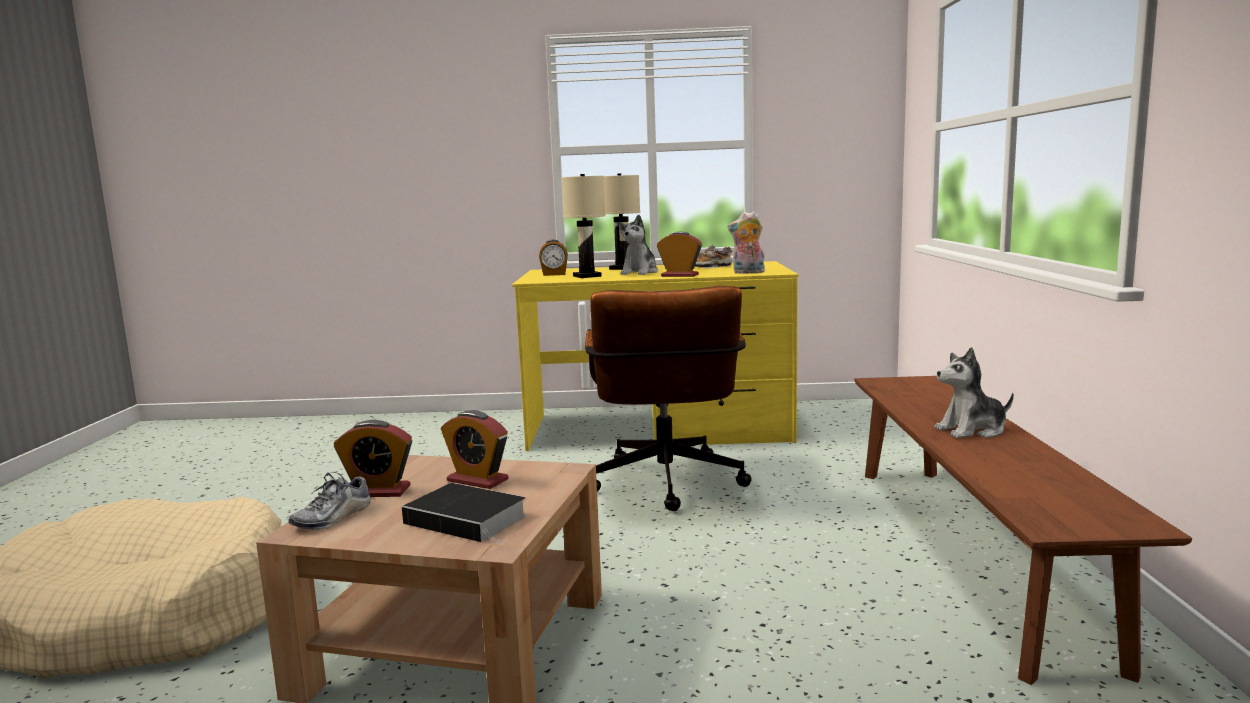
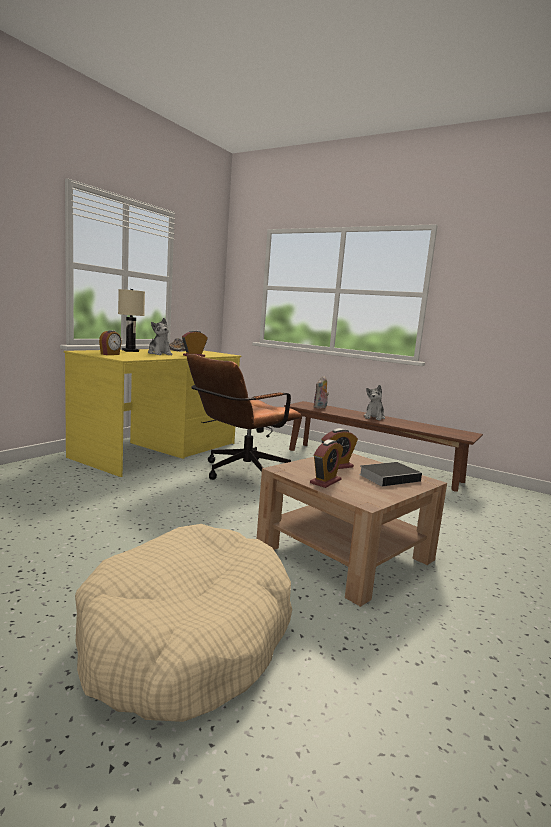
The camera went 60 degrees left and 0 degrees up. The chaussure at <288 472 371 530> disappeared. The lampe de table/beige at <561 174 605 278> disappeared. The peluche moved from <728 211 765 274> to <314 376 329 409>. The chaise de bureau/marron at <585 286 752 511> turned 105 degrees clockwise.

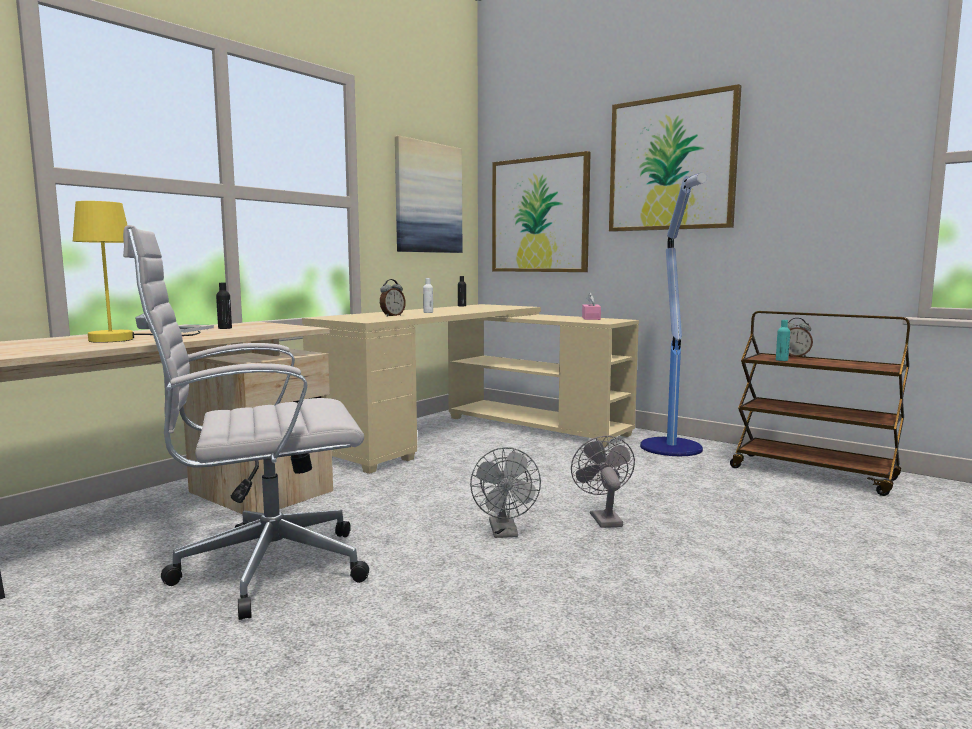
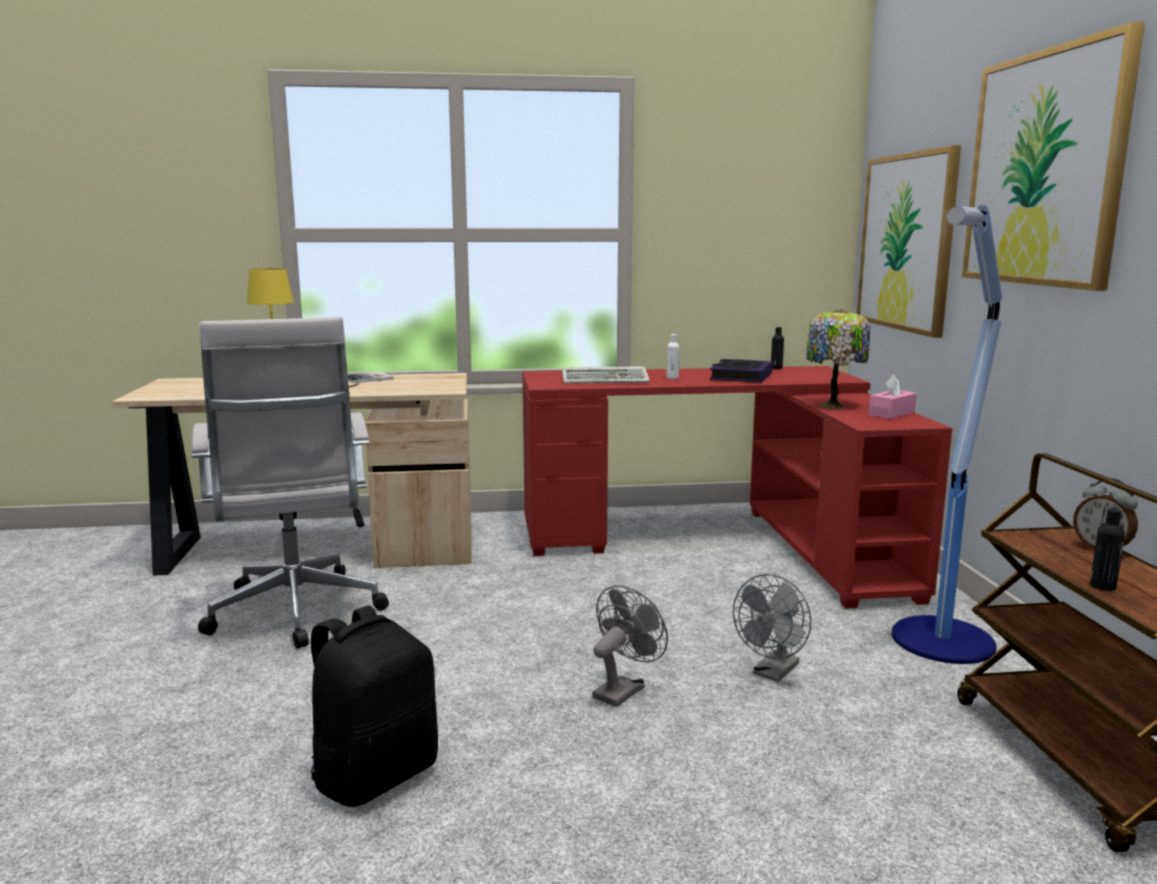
The camera went 45 degrees right and 5 degrees up. The tableau at <395 136 462 253> disappeared. The bouteille/turquoise at <776 320 790 361> disappeared. The sac à dos/noir at <311 606 438 807> appeared. The livre at <710 359 773 383> appeared. The lampe de table at <806 309 871 408> appeared. The bouteille/noir moved from <216 283 232 329> to <1090 508 1125 591>. The ventilateur/gris moved from <470 447 541 538> to <733 574 812 682>. The réveil at <380 279 406 317> was replaced by the clavier at <562 366 650 384>. The bureau/beige at <302 304 639 474> became the bureau/rouge at <522 366 952 609>. The chaise de bureau/blanc at <123 225 369 620> turned 135 degrees counterclockwise.

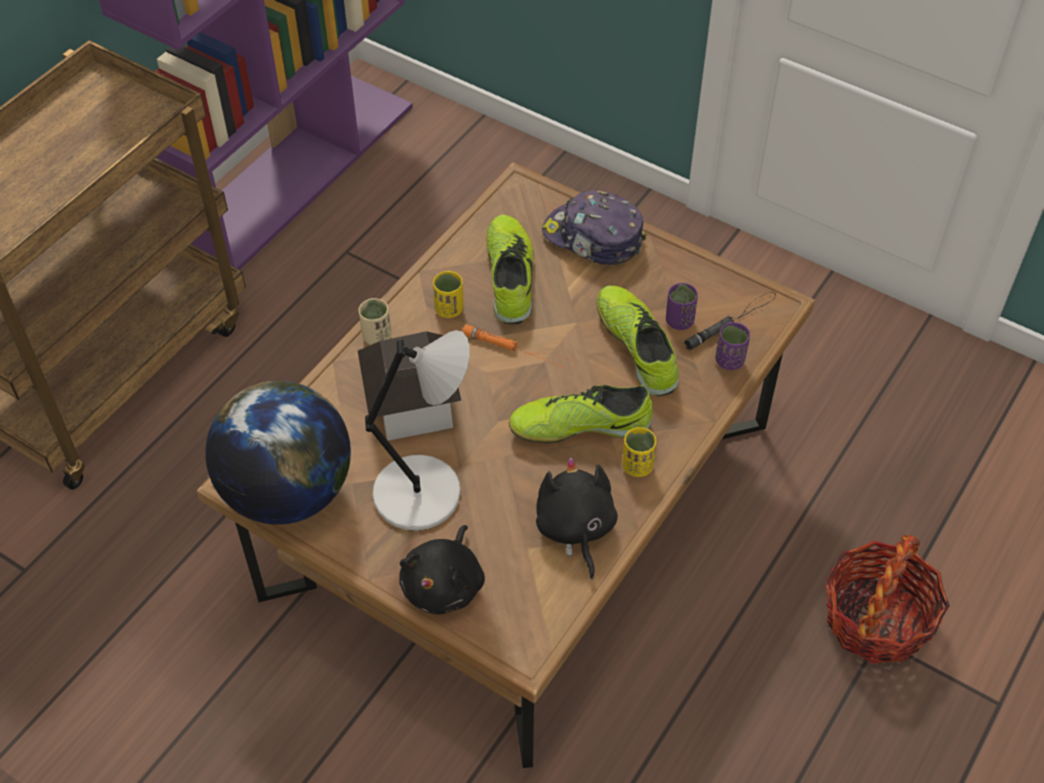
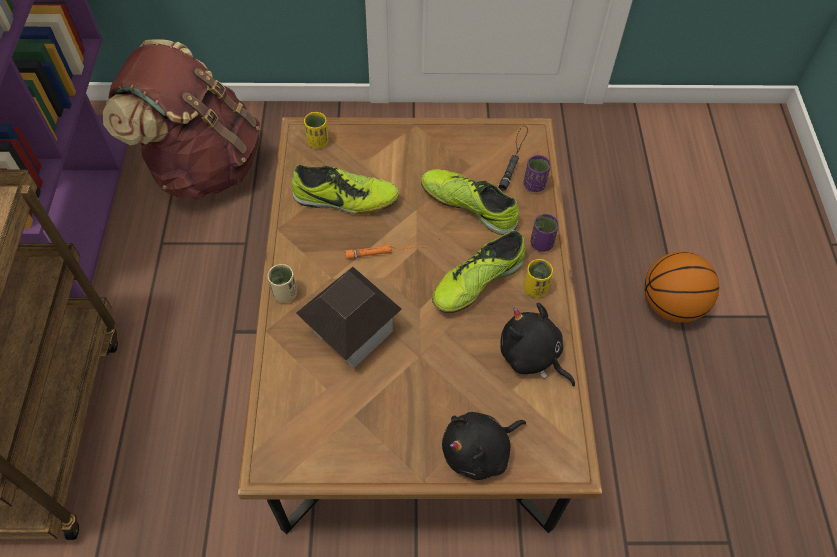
The camera went 35 degrees left and 5 degrees up. The globe at <205 381 351 525> disappeared. The lampe de table/gris at <365 330 470 531> disappeared. The casquette at <542 190 646 265> disappeared. The sac à dos/marron at <103 39 260 199> appeared. The tasse/jaune moved from <433 271 463 318> to <304 112 328 148>. The tasse/violet moved from <666 283 698 330> to <531 214 559 252>. The panier at <826 535 950 664> was replaced by the ballon de basket at <644 251 719 323>. The peluche/noir at <399 525 485 614> turned 75 degrees clockwise. The chaussure at <486 214 534 324> turned 135 degrees clockwise.

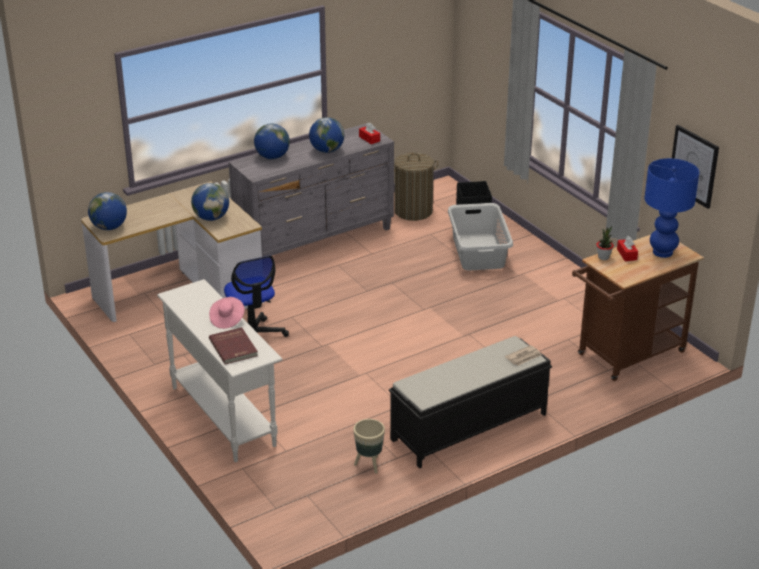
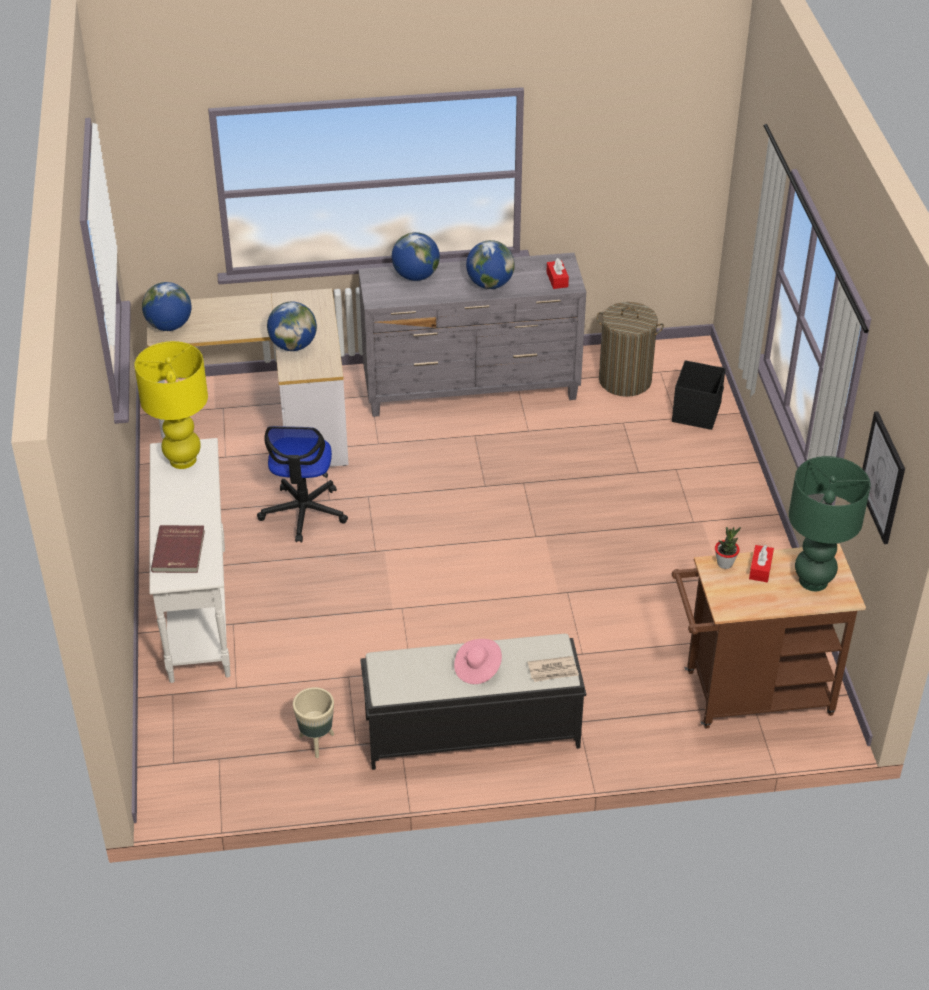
The camera went 25 degrees right and 10 degrees up. The panier à linge/gris at <448 203 513 271> disappeared. The lampe de table/jaune at <134 341 208 469> appeared. The chapeau/rose moved from <209 297 245 329> to <454 639 502 684>. The lampe de table/bleu at <645 158 699 258> became the lampe de table/vert at <789 456 871 591>.

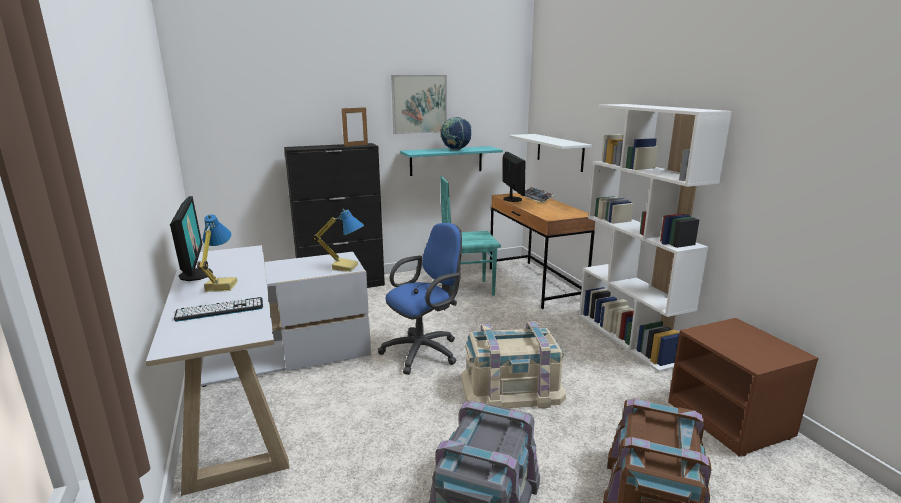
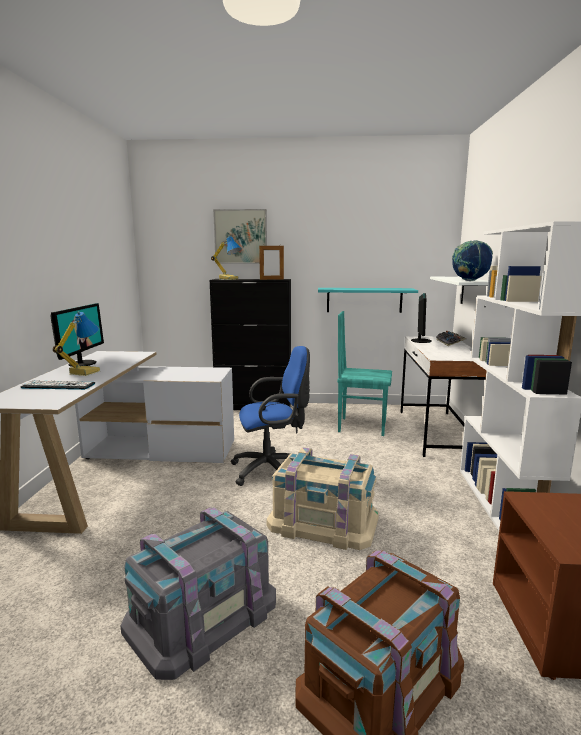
The camera went 25 degrees right and 5 degrees down. The lampe de table moved from <312 209 364 272> to <211 236 242 280>. The tableau moved from <391 75 447 134> to <213 209 267 264>. The globe moved from <441 117 471 150> to <452 240 493 281>. The bureau/marron at <490 193 595 309> became the bureau/blanc at <401 336 486 457>.

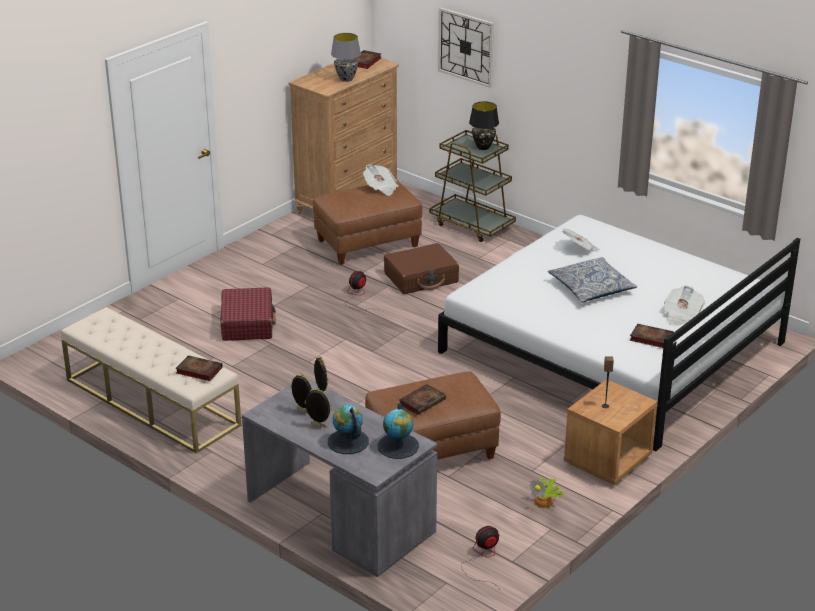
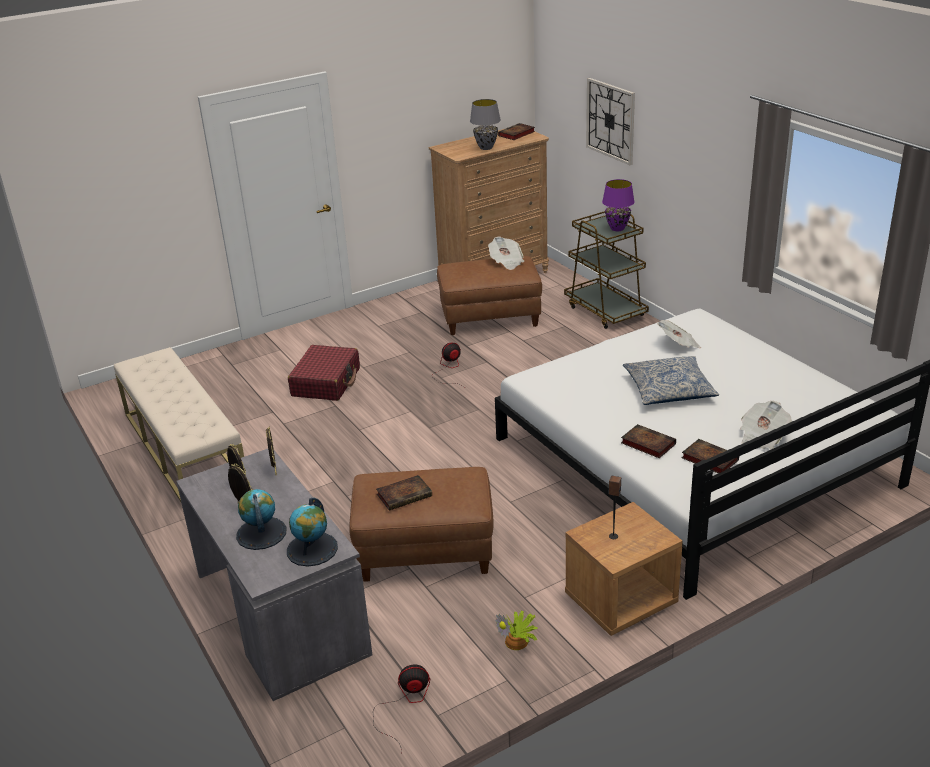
The camera went 20 degrees right and 0 degrees up. The valise/marron at <384 243 459 294> disappeared. The livre moved from <175 355 223 381> to <621 424 676 458>. The lampe de table/noir at <469 101 499 150> became the lampe de table/violet at <602 179 635 231>.

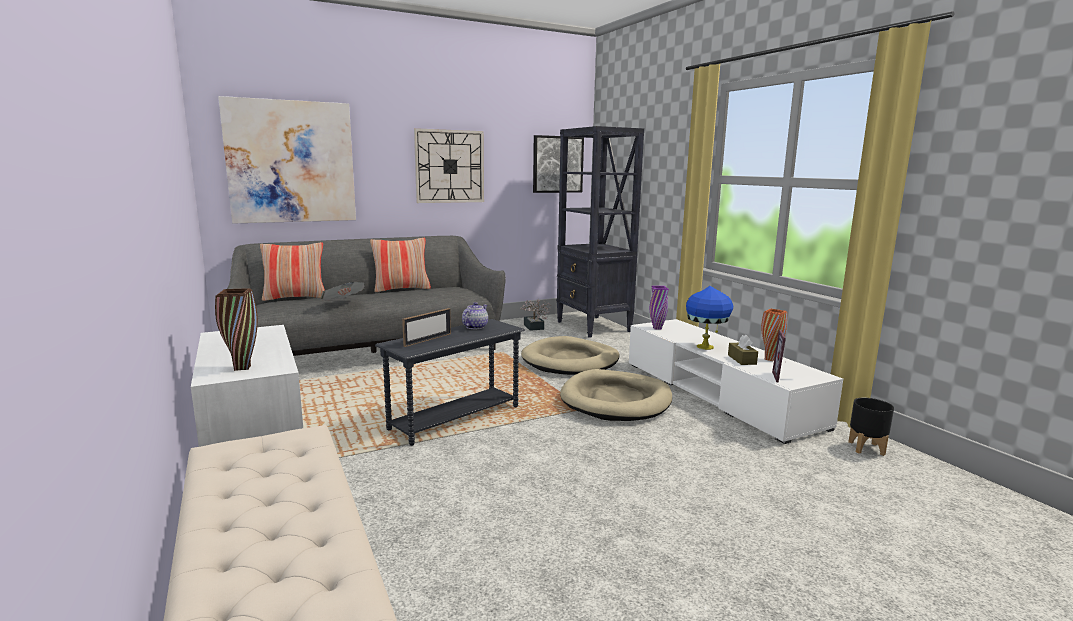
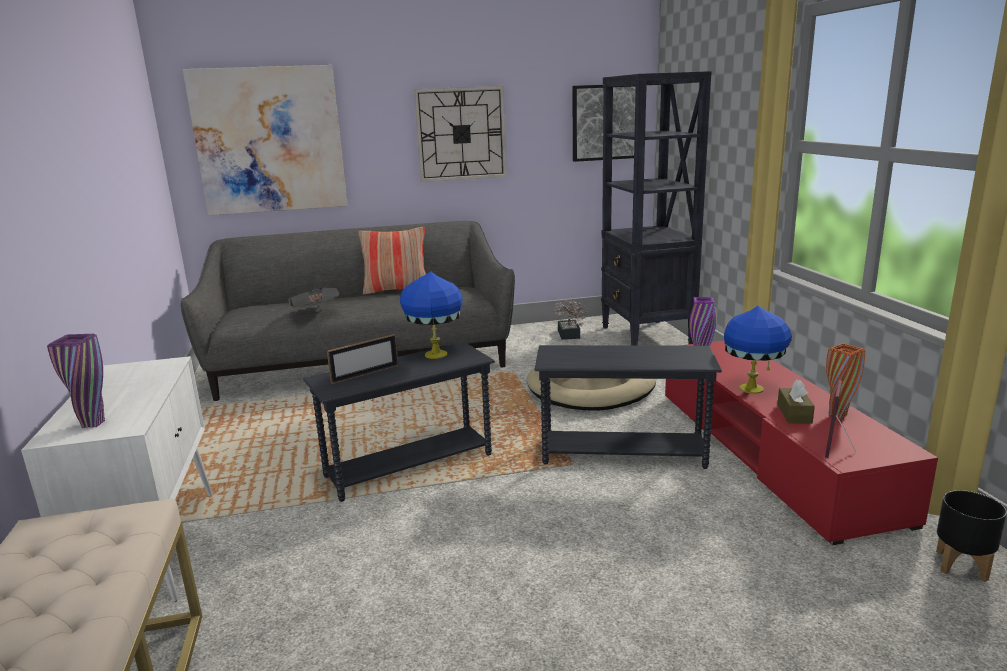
The camera went 15 degrees right and 5 degrees up. The coussin at <260 242 325 301> disappeared. The théière at <462 302 488 329> was replaced by the lampe de table/bleu at <400 272 462 359>. The panier pour chien/beige at <560 369 672 421> was replaced by the table d'appoint/gris at <534 345 722 469>. The vase/marron at <215 288 258 371> became the vase/violet at <47 334 105 428>. The meuble télé/blanc at <629 319 843 444> became the meuble télé/rouge at <665 340 938 545>.

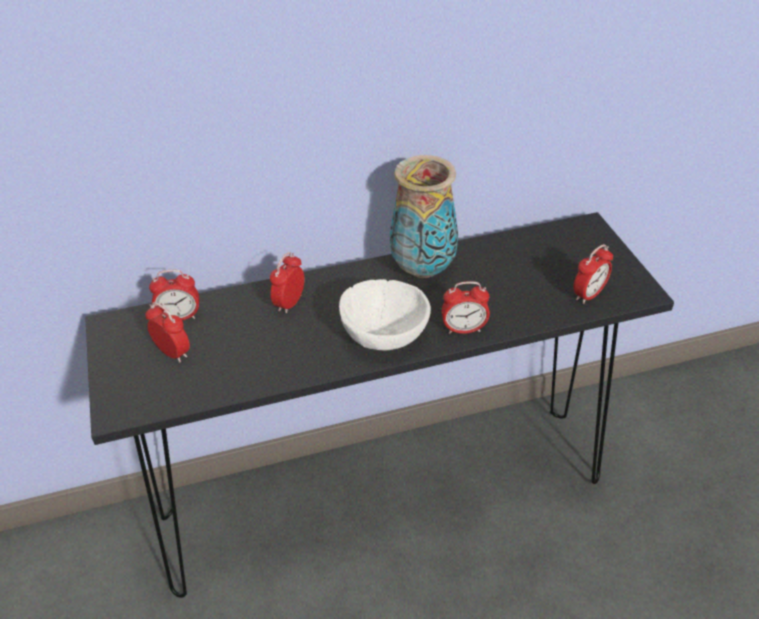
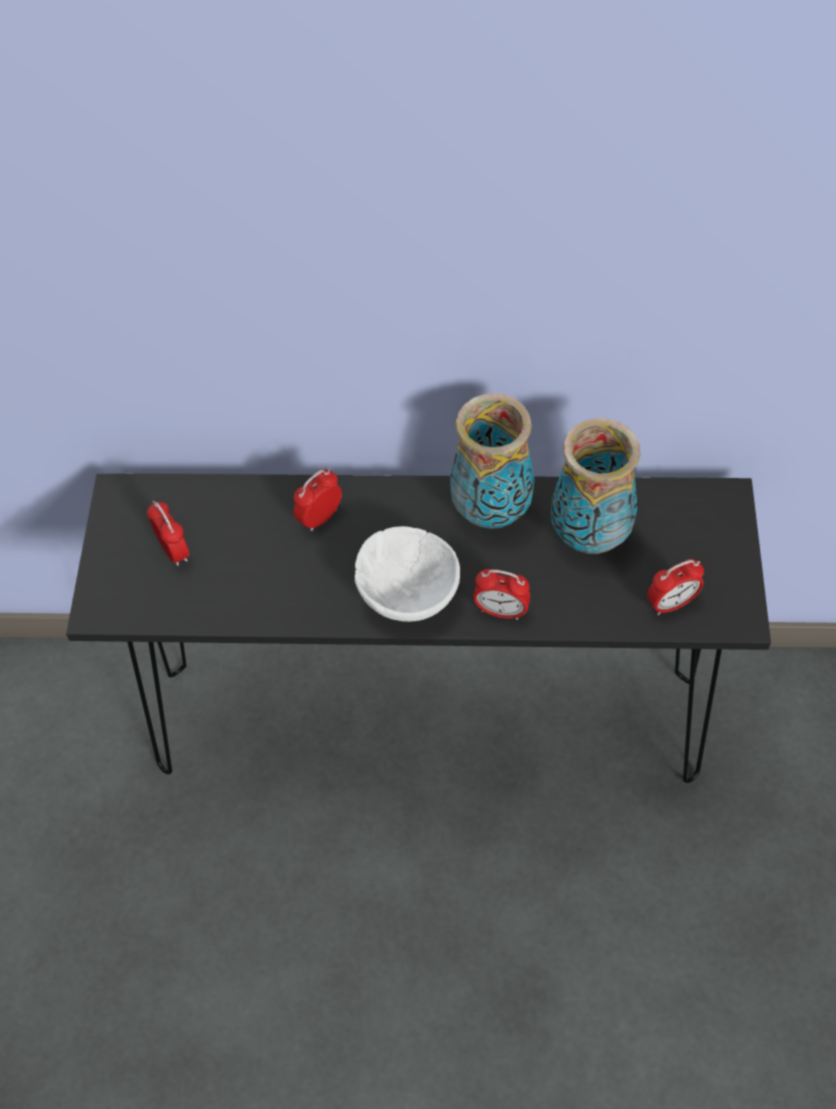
The camera went 20 degrees right and 15 degrees up. The réveil at <149 270 199 321> disappeared. The vase at <551 418 640 554> appeared.

